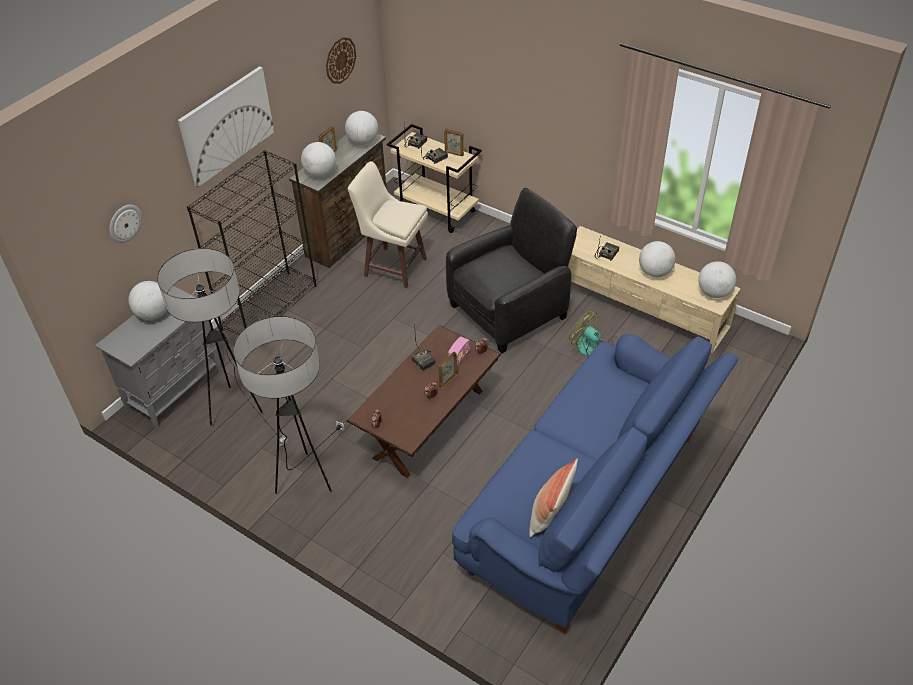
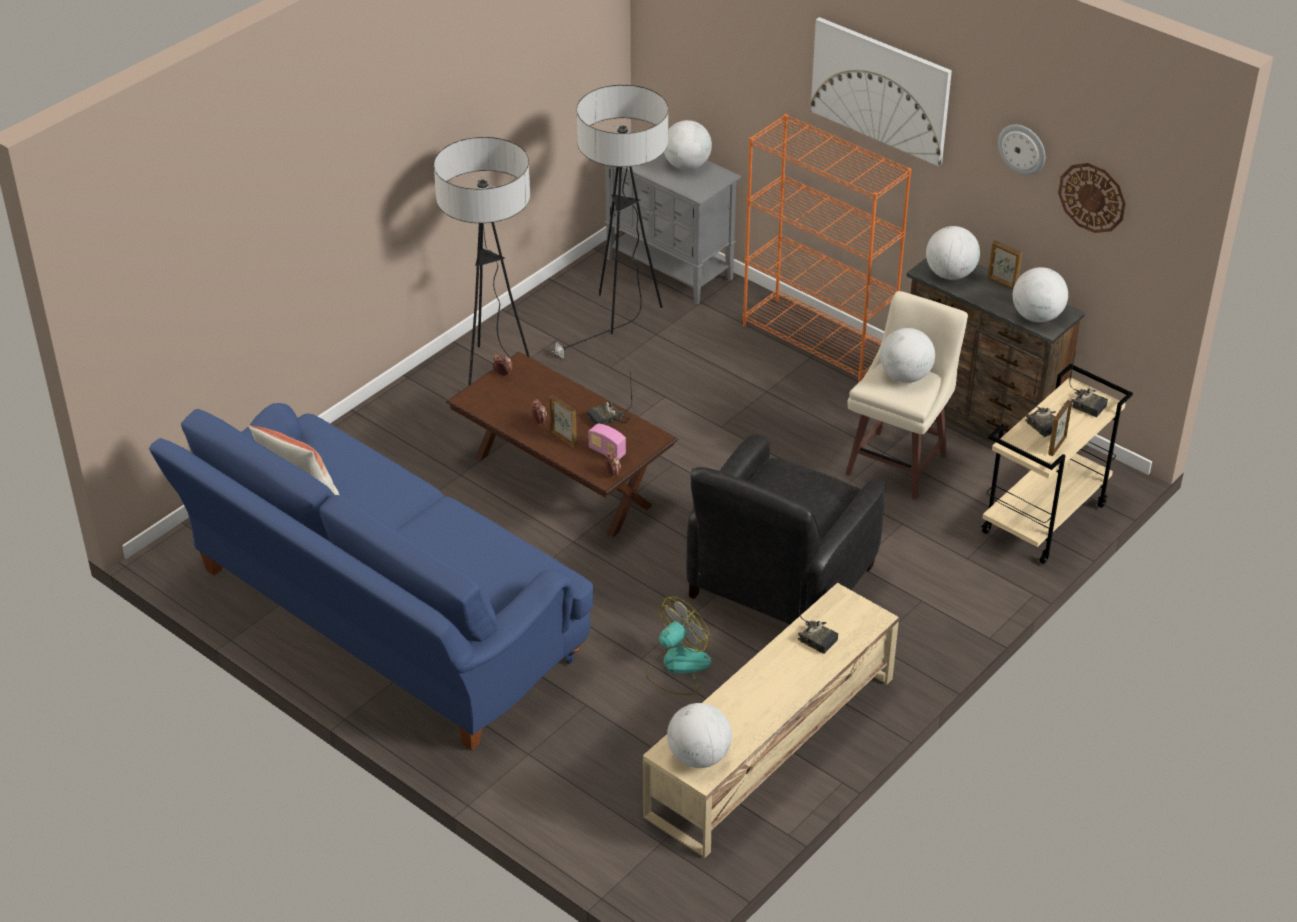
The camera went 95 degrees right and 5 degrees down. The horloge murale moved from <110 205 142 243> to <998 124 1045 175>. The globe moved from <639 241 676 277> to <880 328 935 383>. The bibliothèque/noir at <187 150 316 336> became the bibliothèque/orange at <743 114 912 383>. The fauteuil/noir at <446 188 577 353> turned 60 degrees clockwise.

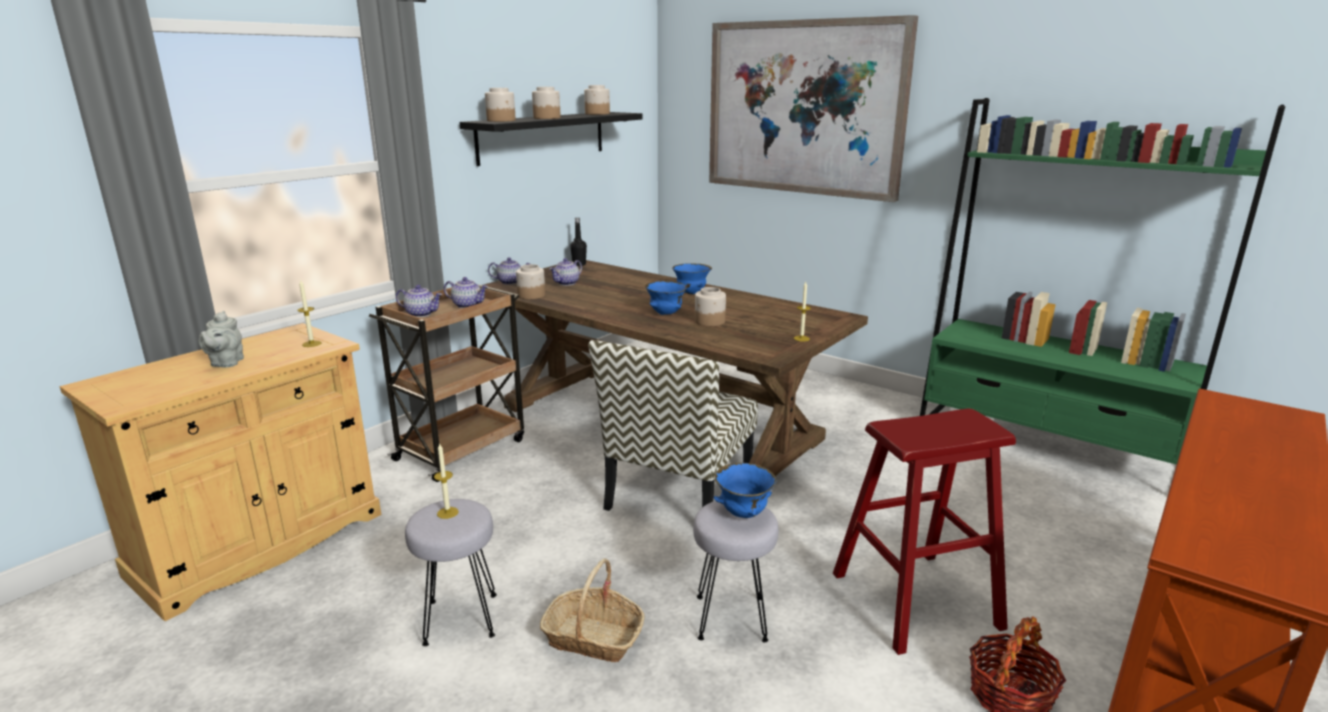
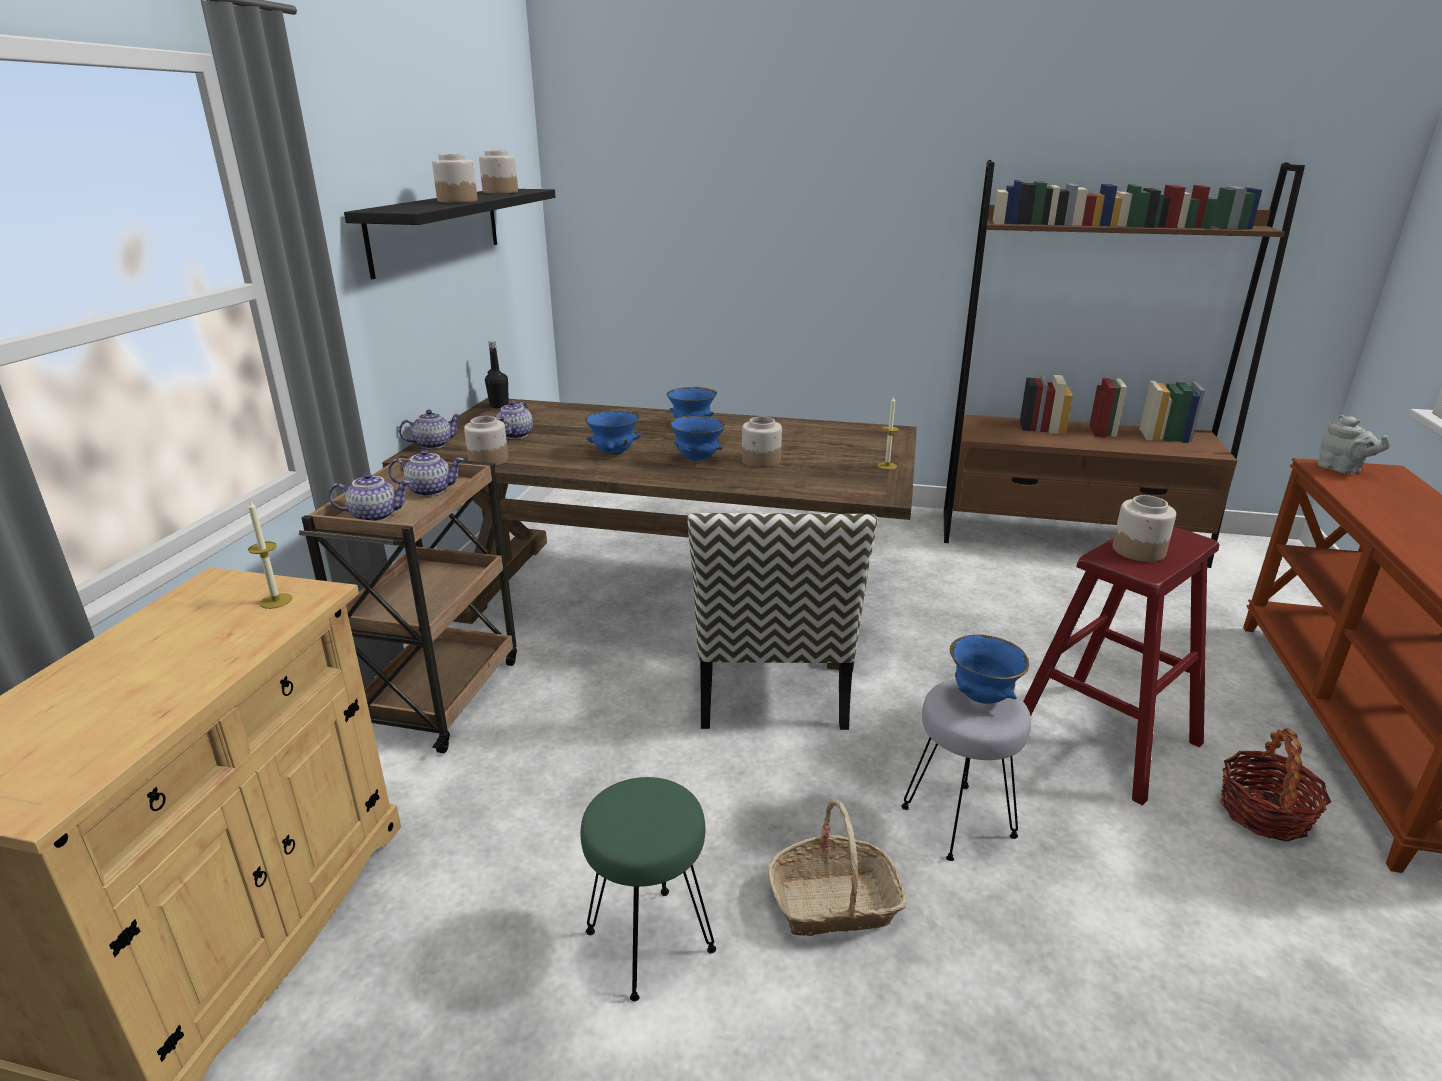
The camera went 25 degrees left and 5 degrees up. The bougie at <434 443 459 519> disappeared. The tableau at <709 15 918 202> disappeared. The bol/bleu at <585 409 641 455> appeared. The théière/gris moved from <199 311 244 368> to <1318 415 1390 474>. The bocal moved from <485 88 516 122> to <1113 495 1176 562>. The tabouret/gris at <405 499 497 646> became the tabouret/vert at <581 777 716 1001>. The bibliothèque/vert at <920 98 1285 465> became the bibliothèque/marron at <944 160 1305 568>.

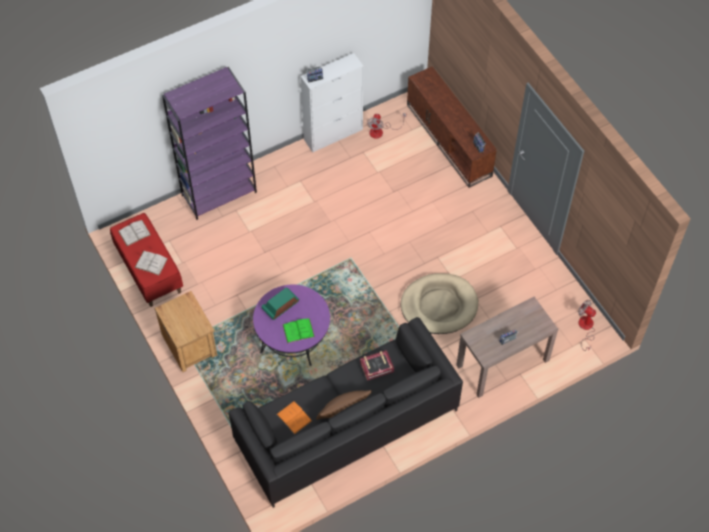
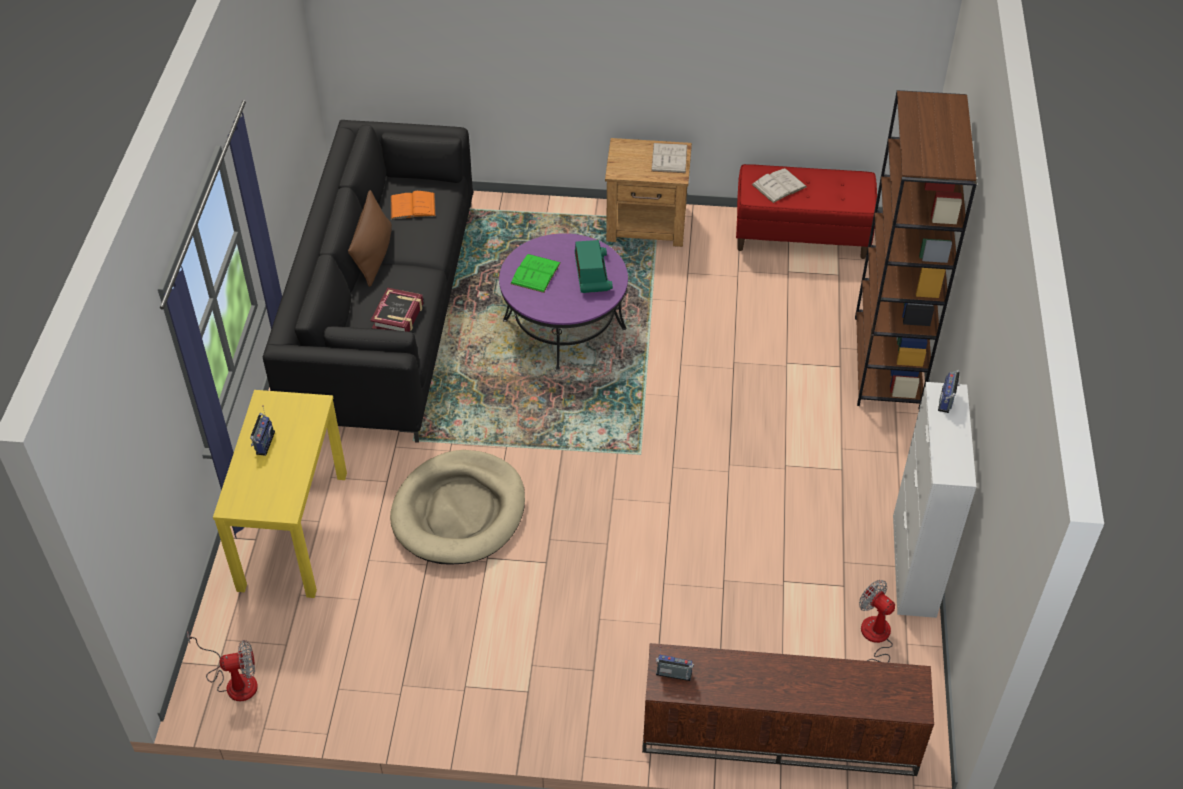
The camera went 125 degrees right and 10 degrees down. The livre/blanc moved from <118 220 151 246> to <651 143 687 173>. The bibliothèque/violet at <162 67 257 220> became the bibliothèque/marron at <855 90 977 408>. The table console/marron at <456 297 559 398> became the table console/jaune at <213 390 347 598>.

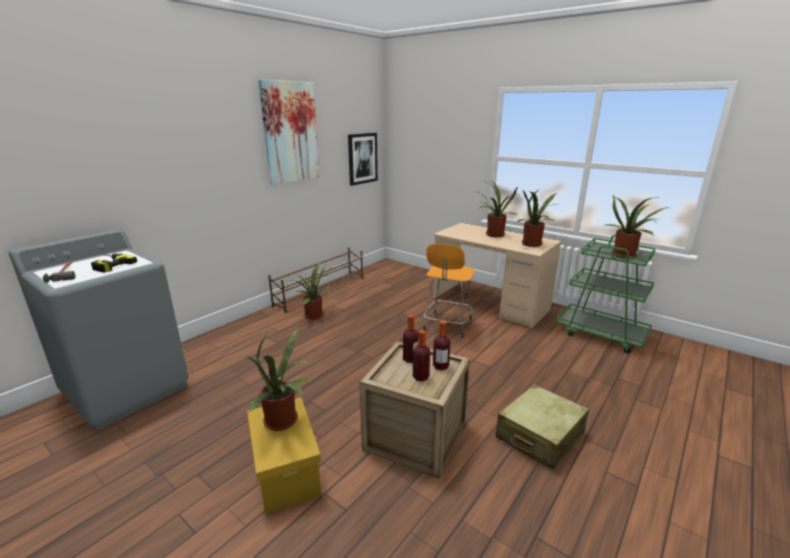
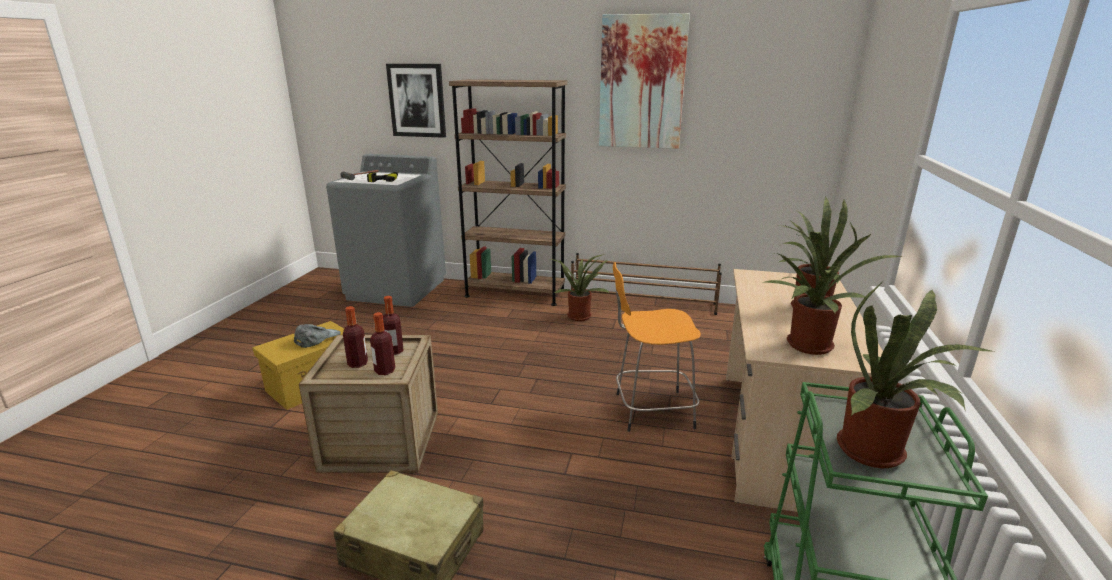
The camera went 65 degrees right and 0 degrees up. The bibliothèque/marron at <449 79 567 306> appeared. The tableau moved from <348 133 378 186> to <386 64 446 138>. The plante en pot at <246 329 312 431> was replaced by the casquette/gris at <294 324 341 348>.

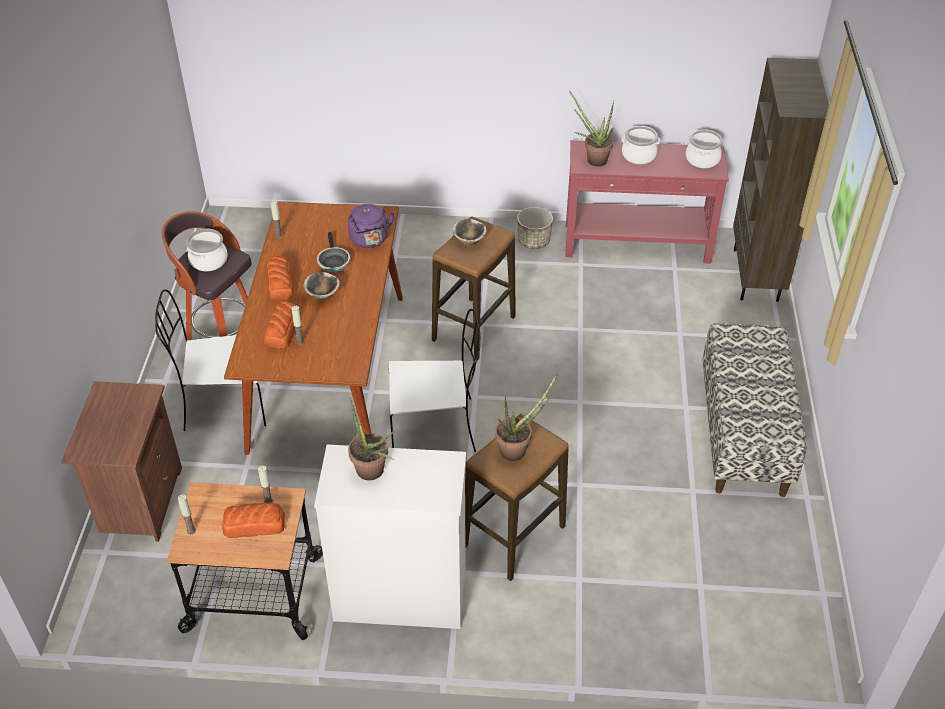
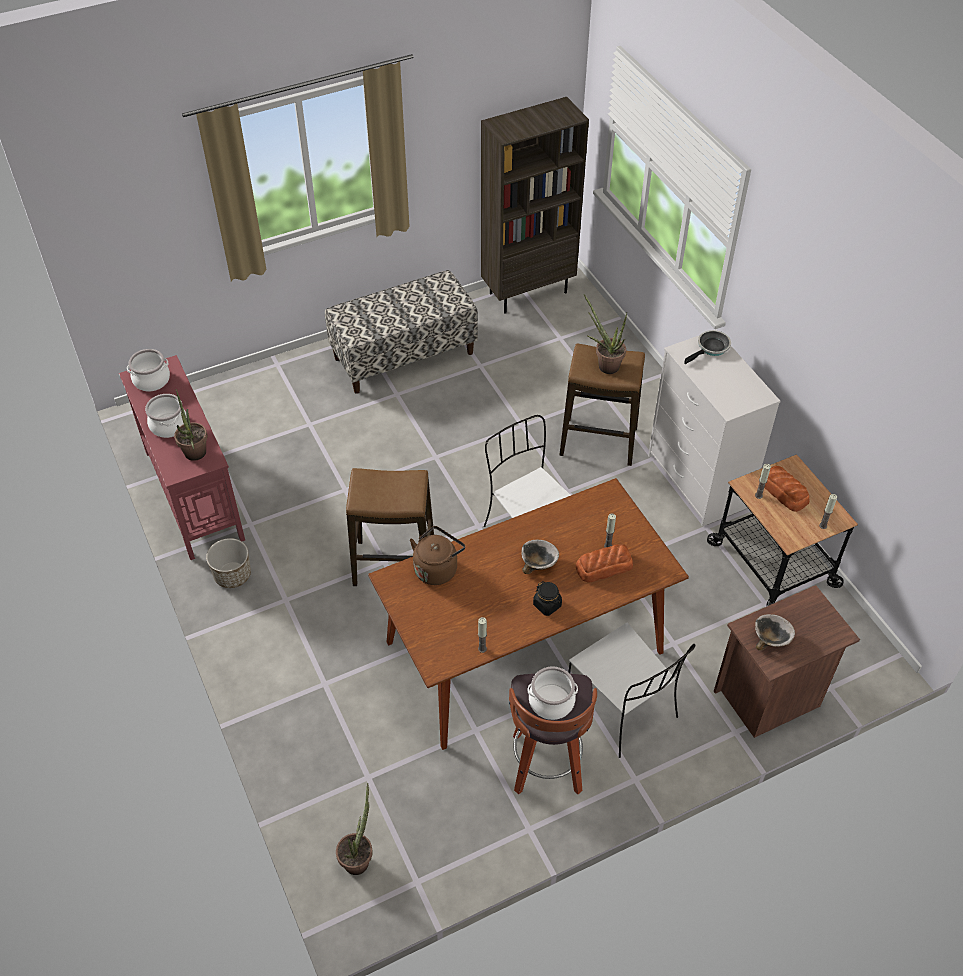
The camera went 120 degrees left and 5 degrees up. The poêle moved from <317 232 350 272> to <684 330 731 364>. The plante en pot moved from <348 398 395 481> to <336 783 373 875>. The bol moved from <452 219 486 245> to <755 614 795 651>. The bibliothèque/marron moved from <733 58 829 302> to <481 97 589 314>. The pain at <266 256 294 300> was replaced by the bocal/noir at <533 581 562 616>. The bouilloire/violet at <348 204 394 248> became the bouilloire/marron at <410 526 465 585>.

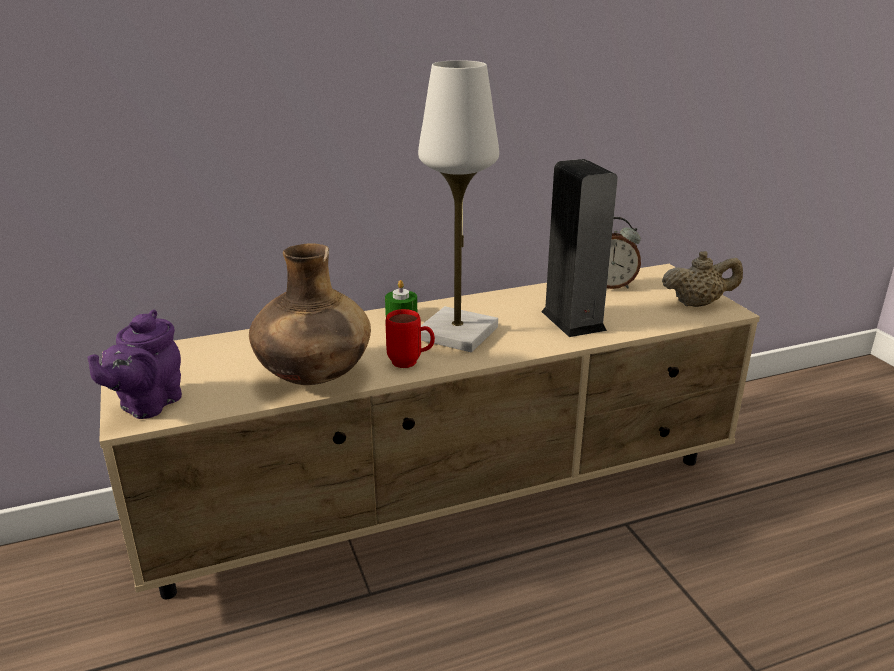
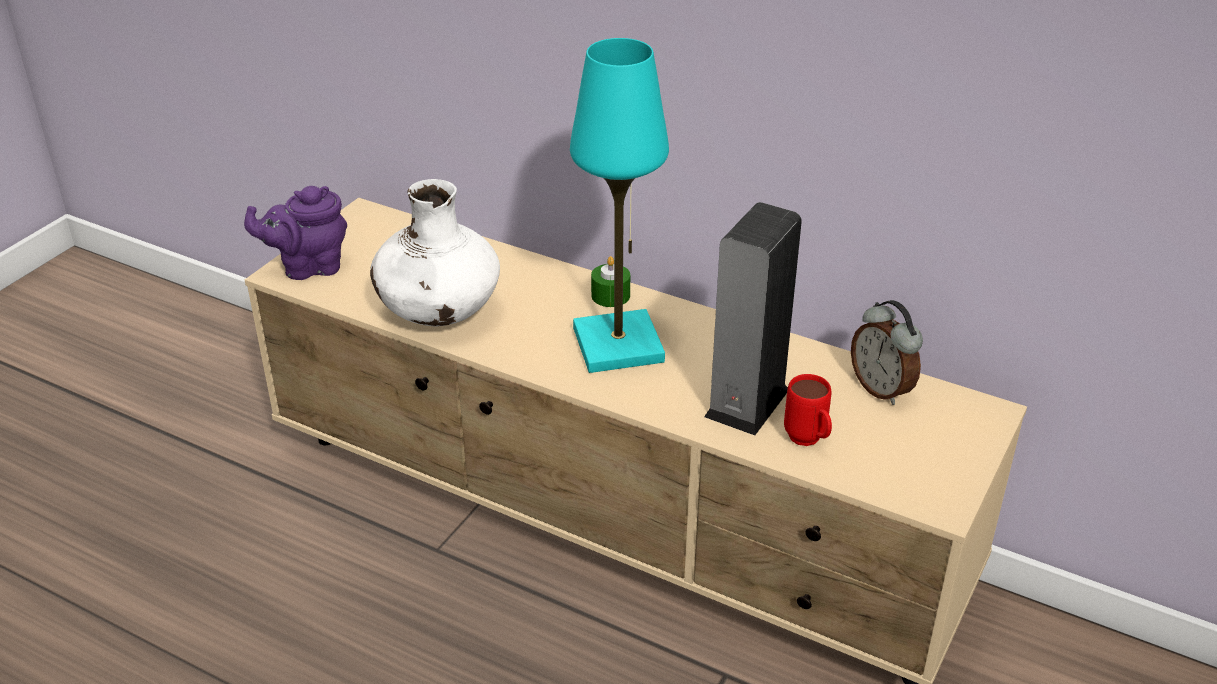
The camera went 50 degrees right and 10 degrees up. The théière/beige at <662 251 743 307> disappeared. The mug/rouge moved from <386 309 435 368> to <784 374 832 446>. The vase/marron at <249 243 371 385> became the vase/blanc at <370 179 500 326>. The lampe de table/blanc at <418 60 499 352> became the lampe de table/turquoise at <570 38 669 373>.

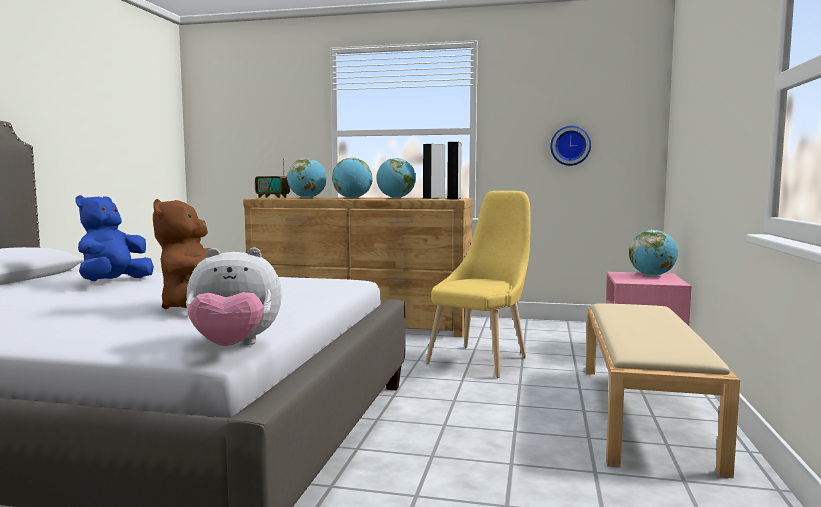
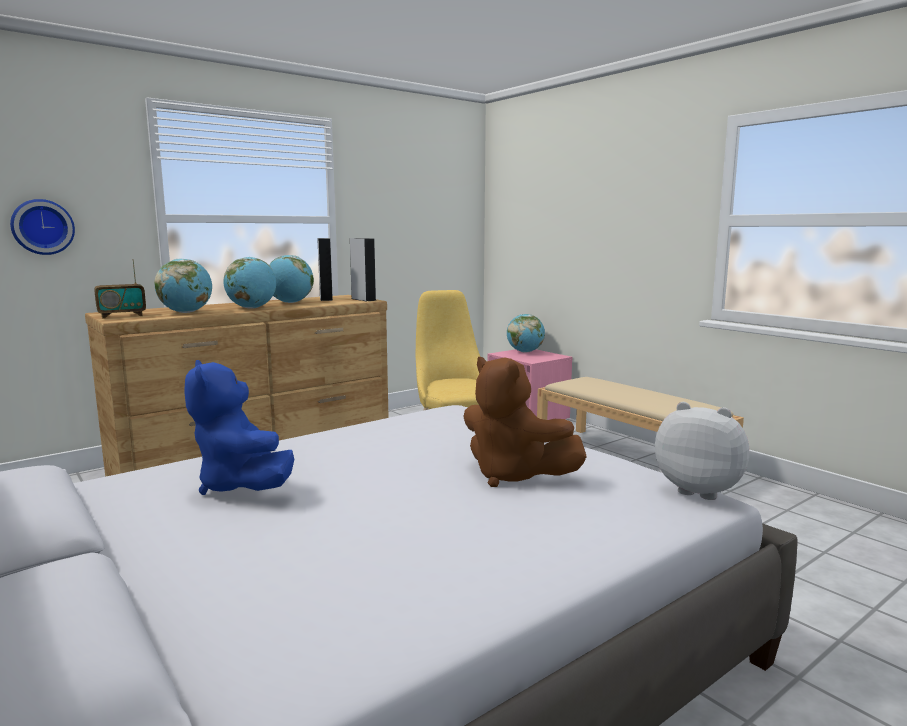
The camera went 50 degrees left and 5 degrees up. The horloge murale moved from <550 126 591 166> to <10 199 75 255>. The peluche at <186 247 282 346> turned 90 degrees counterclockwise.

